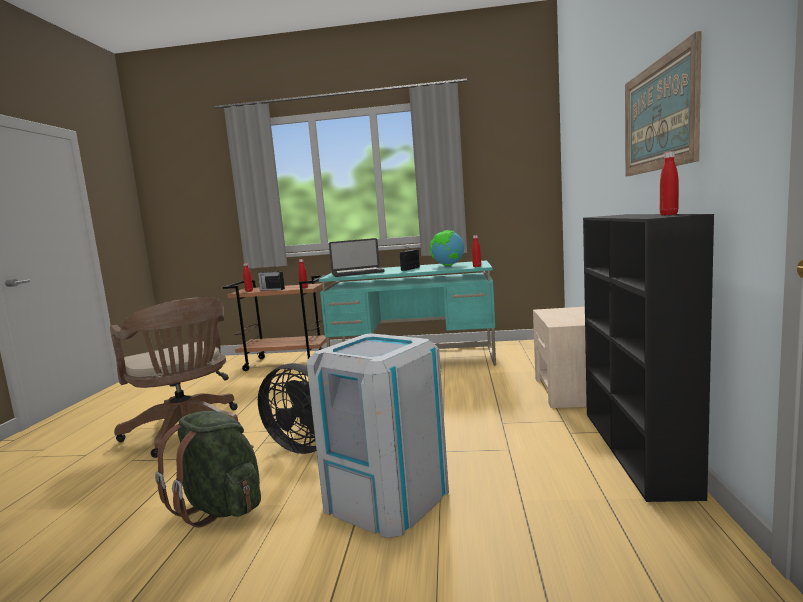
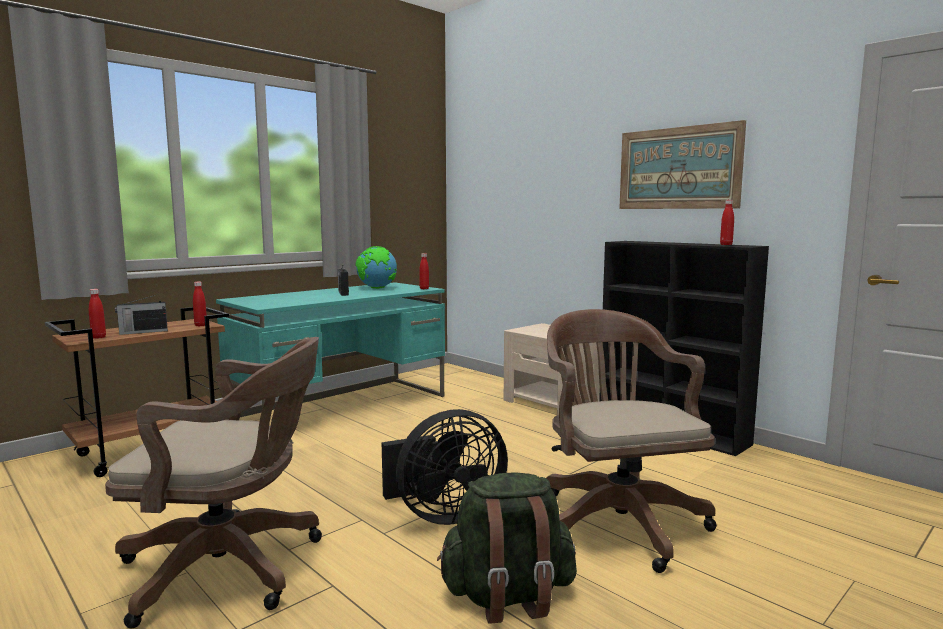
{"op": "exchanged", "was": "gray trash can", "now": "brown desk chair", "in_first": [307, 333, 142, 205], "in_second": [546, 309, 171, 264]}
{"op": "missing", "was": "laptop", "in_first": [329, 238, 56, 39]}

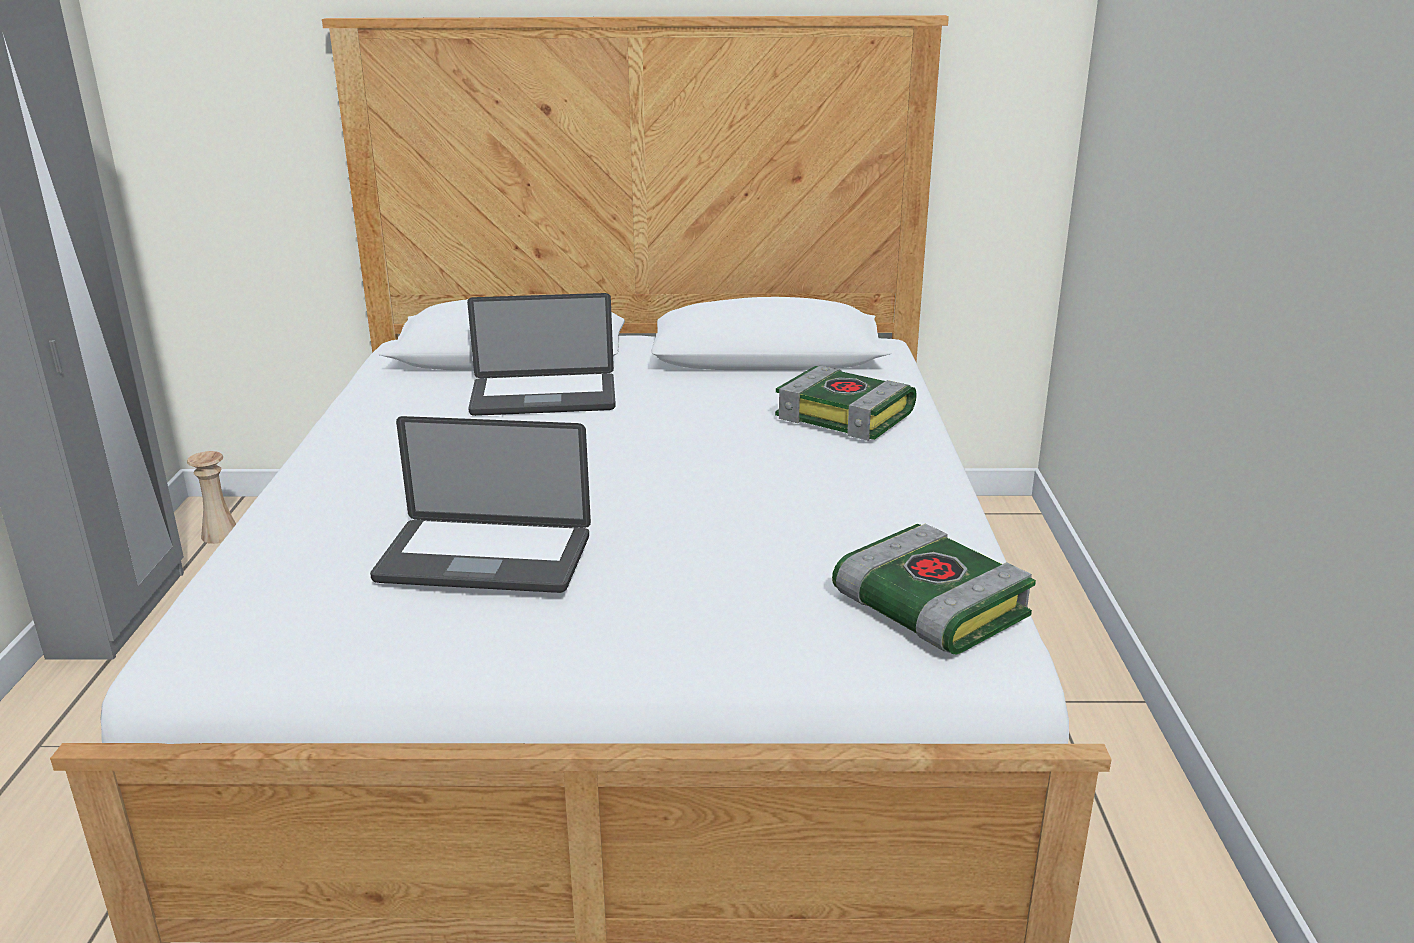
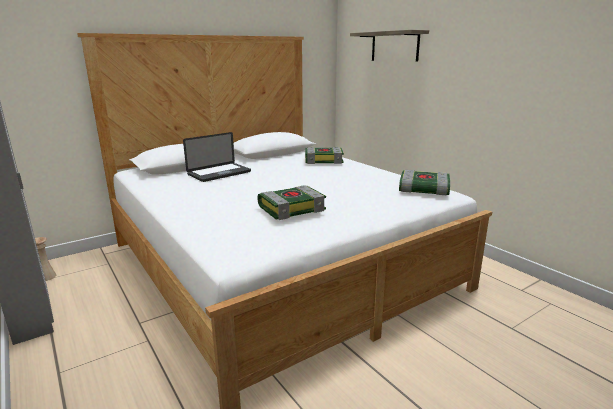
{"op": "exchanged", "was": "laptop", "now": "bound book", "in_first": [370, 416, 221, 177], "in_second": [257, 185, 69, 35]}
{"op": "appeared", "now": "wall shelf", "in_second": [350, 30, 79, 32]}

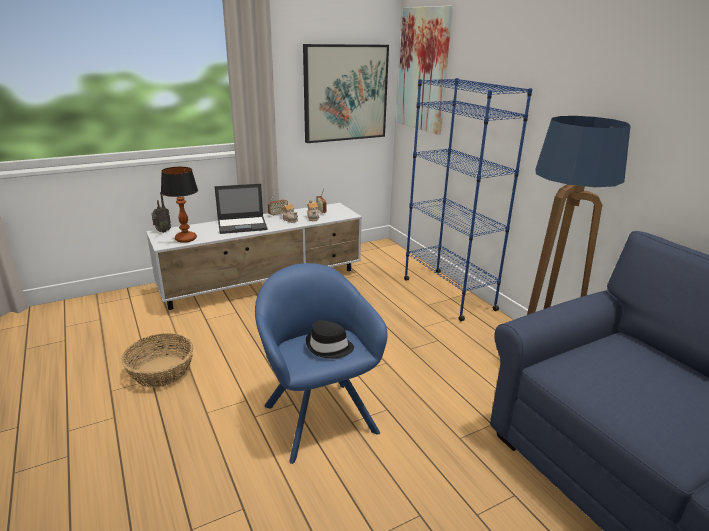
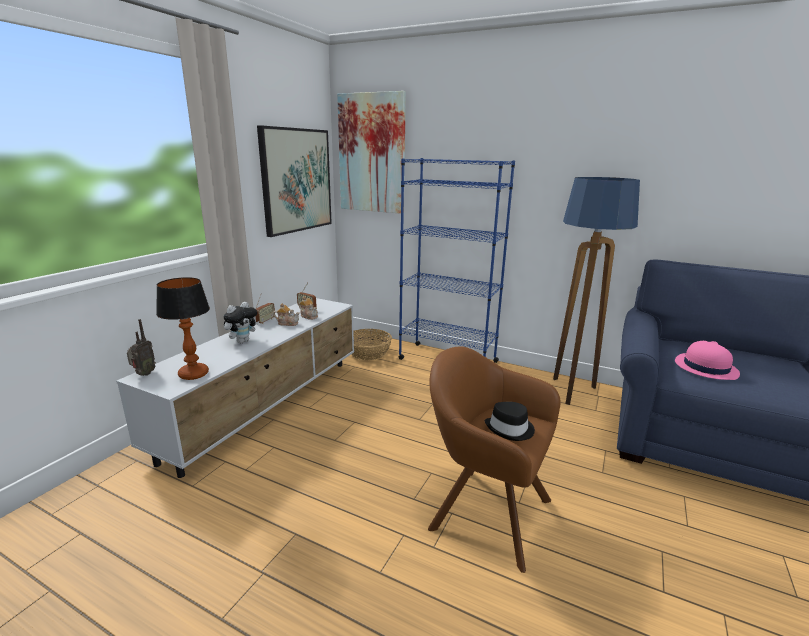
{"op": "exchanged", "was": "laptop", "now": "plush toy", "in_first": [214, 184, 53, 50], "in_second": [224, 302, 35, 41]}
{"op": "relocated", "was": "household basket", "in_first": [121, 333, 72, 55], "in_second": [351, 329, 41, 31]}
{"op": "colour", "was": "bluish armchair", "now": "brown armchair", "in_first": [255, 263, 132, 201], "in_second": [428, 346, 133, 227]}
{"op": "appeared", "now": "pinkish hat", "in_second": [675, 341, 65, 39]}

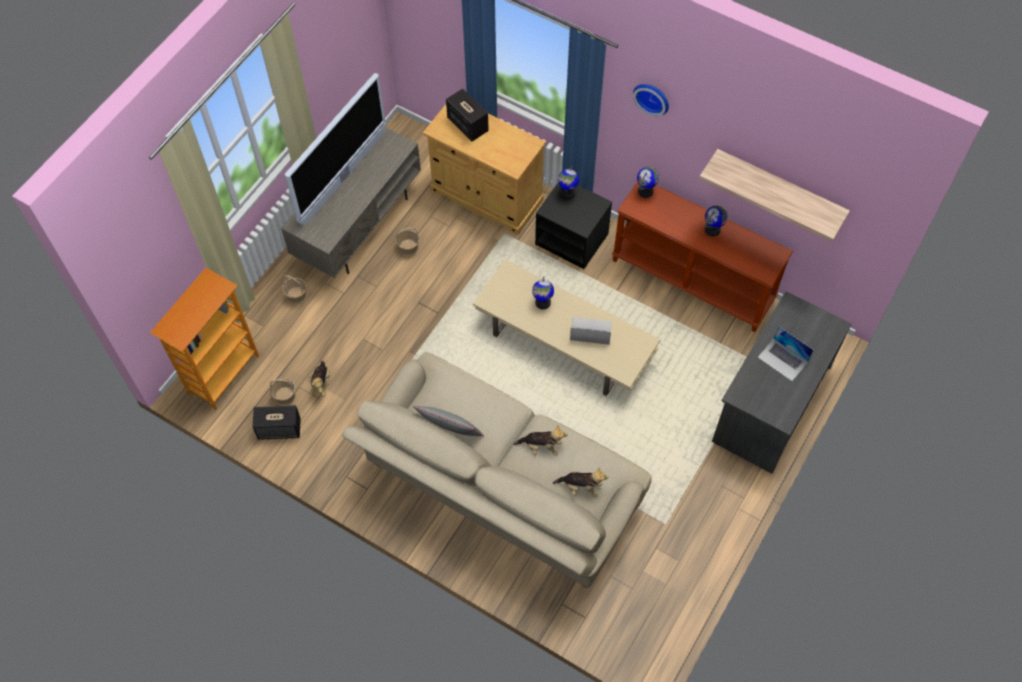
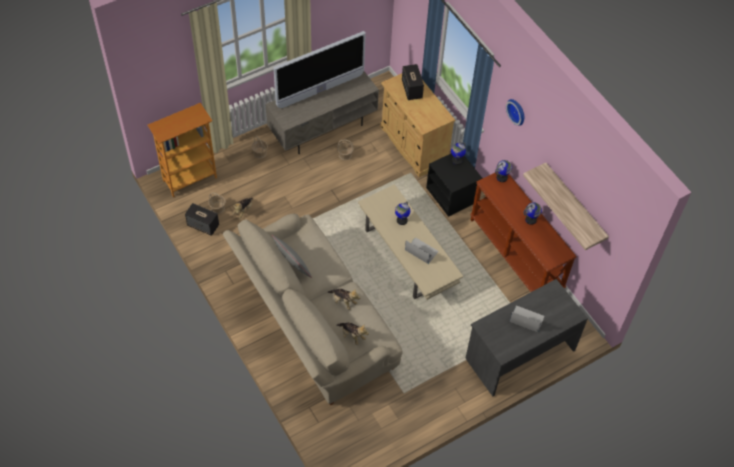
{"op": "spun", "was": "laptop", "in_first": [758, 326, 55, 55], "in_second": [510, 305, 34, 27], "clockwise": 135}

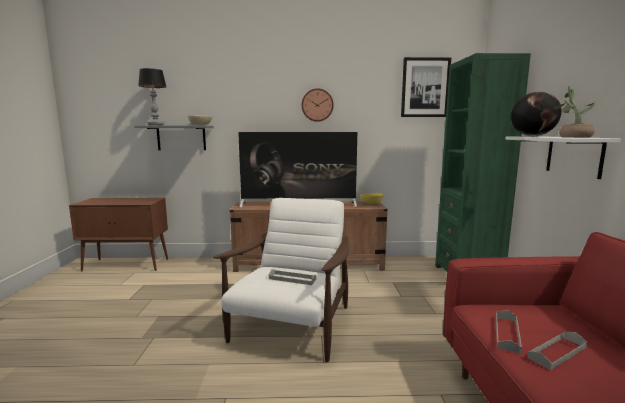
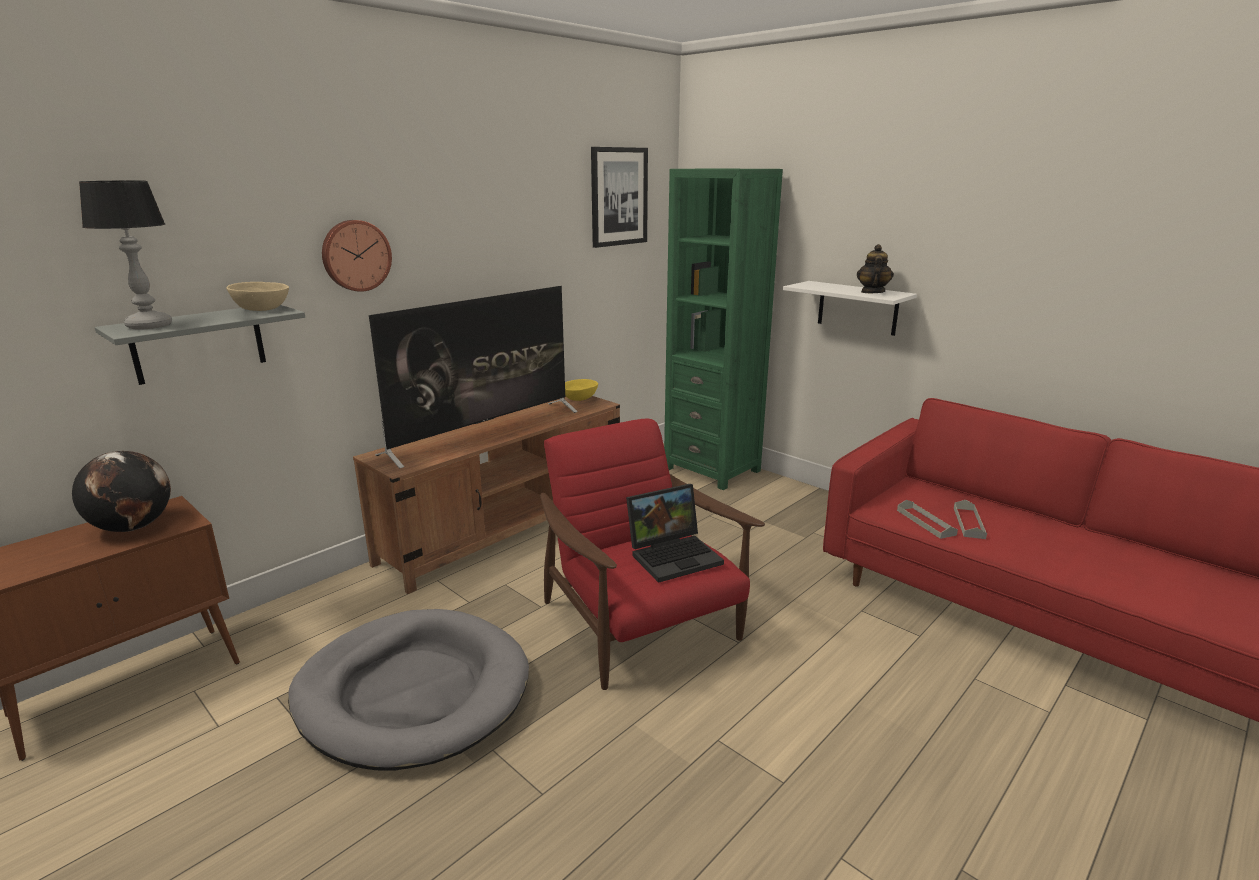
{"op": "relocated", "was": "world globe", "in_first": [511, 92, 51, 44], "in_second": [72, 451, 99, 81]}
{"op": "appeared", "now": "gray dog bed", "in_second": [288, 609, 241, 161]}
{"op": "relocated", "was": "clock on the wall", "in_first": [302, 88, 32, 34], "in_second": [322, 220, 70, 72]}
{"op": "colour", "was": "whitish armchair", "now": "red armchair", "in_first": [213, 198, 136, 164], "in_second": [540, 419, 225, 271]}
{"op": "exchanged", "was": "gray carrying tray", "now": "laptop", "in_first": [269, 269, 47, 16], "in_second": [626, 484, 98, 99]}
{"op": "exchanged", "was": "plant in a pot", "now": "tea pot", "in_first": [552, 86, 43, 52], "in_second": [857, 244, 37, 49]}

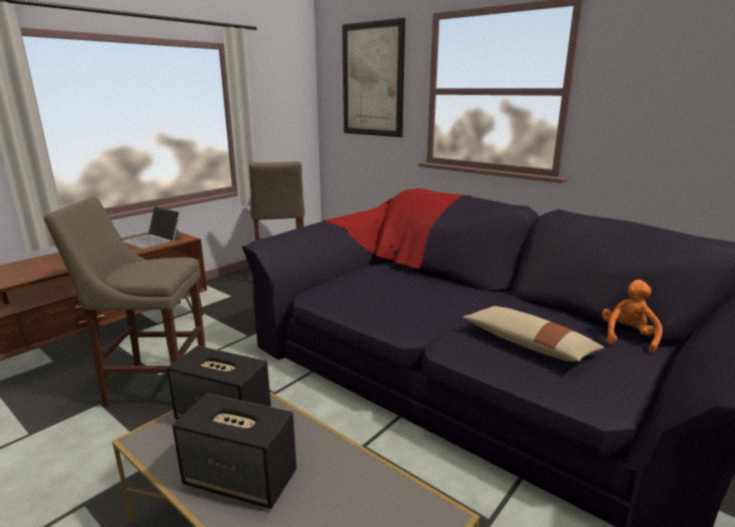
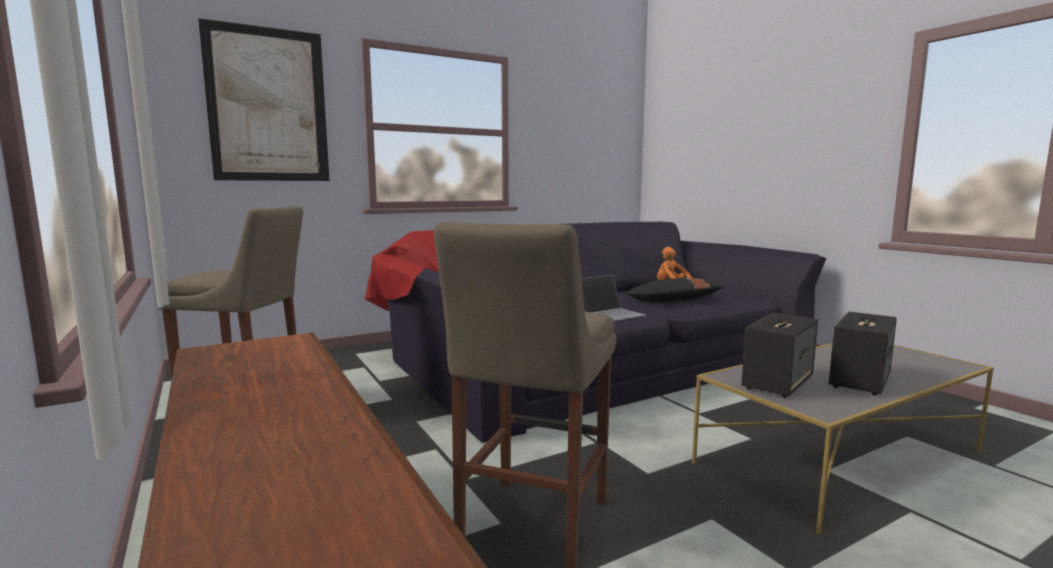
{"op": "relocated", "was": "laptop", "in_first": [123, 206, 60, 43], "in_second": [582, 275, 64, 46]}
{"op": "colour", "was": "beige cushion", "now": "black cushion", "in_first": [463, 306, 142, 55], "in_second": [624, 278, 101, 24]}

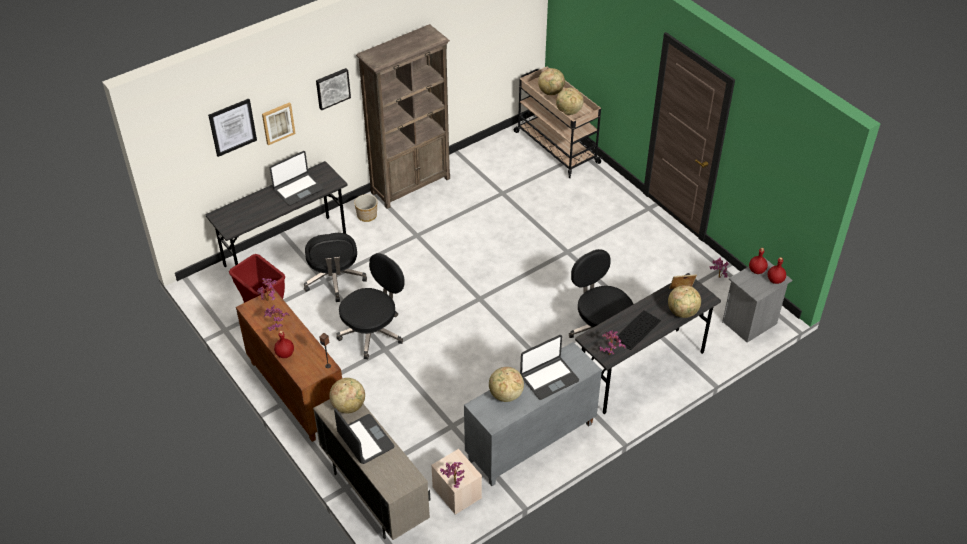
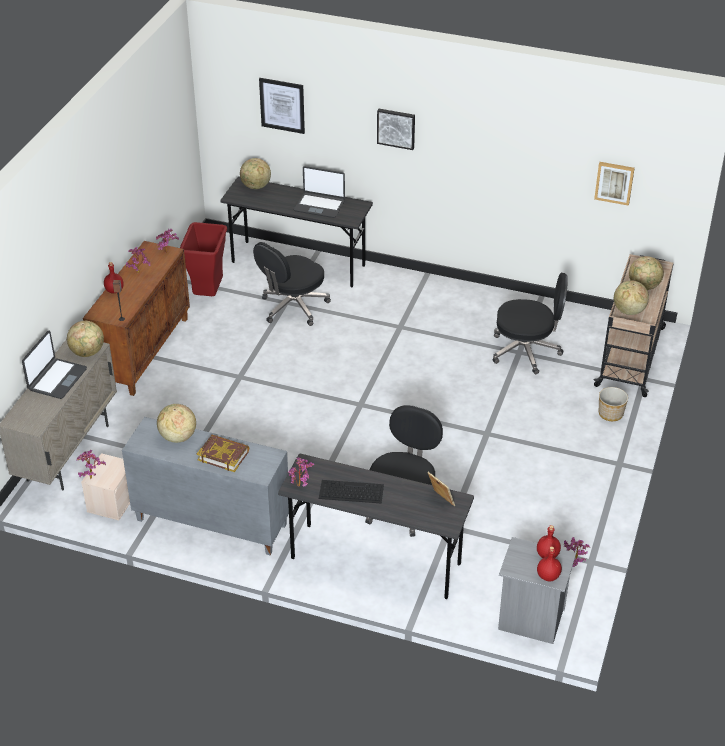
{"op": "exchanged", "was": "laptop", "now": "bound book", "in_first": [520, 335, 59, 65], "in_second": [197, 435, 52, 37]}
{"op": "relocated", "was": "world globe", "in_first": [668, 285, 33, 33], "in_second": [240, 158, 31, 31]}
{"op": "relocated", "was": "black desk chair", "in_first": [336, 253, 68, 106], "in_second": [492, 273, 76, 101]}
{"op": "relocated", "was": "picture", "in_first": [262, 102, 34, 43], "in_second": [594, 162, 41, 44]}
{"op": "relocated", "was": "planter", "in_first": [354, 194, 23, 28], "in_second": [599, 387, 29, 34]}
{"op": "missing", "was": "brown bookcase", "in_first": [356, 24, 94, 185]}

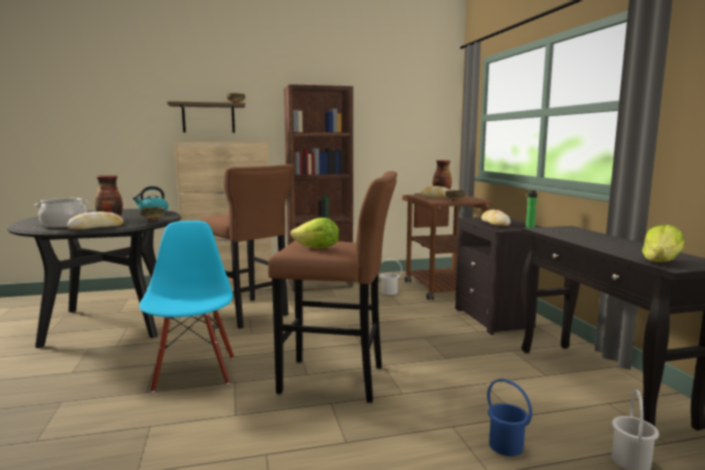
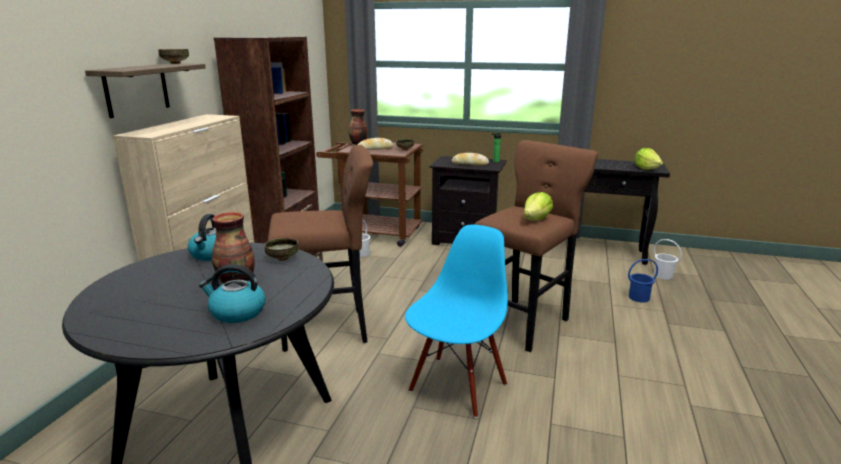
{"op": "exchanged", "was": "saucepot", "now": "kettle", "in_first": [35, 198, 53, 30], "in_second": [199, 264, 66, 59]}
{"op": "spun", "was": "bluish upright chair", "in_first": [139, 221, 95, 172], "in_second": [405, 225, 103, 193], "clockwise": 105}
{"op": "missing", "was": "bread", "in_first": [67, 211, 56, 19]}

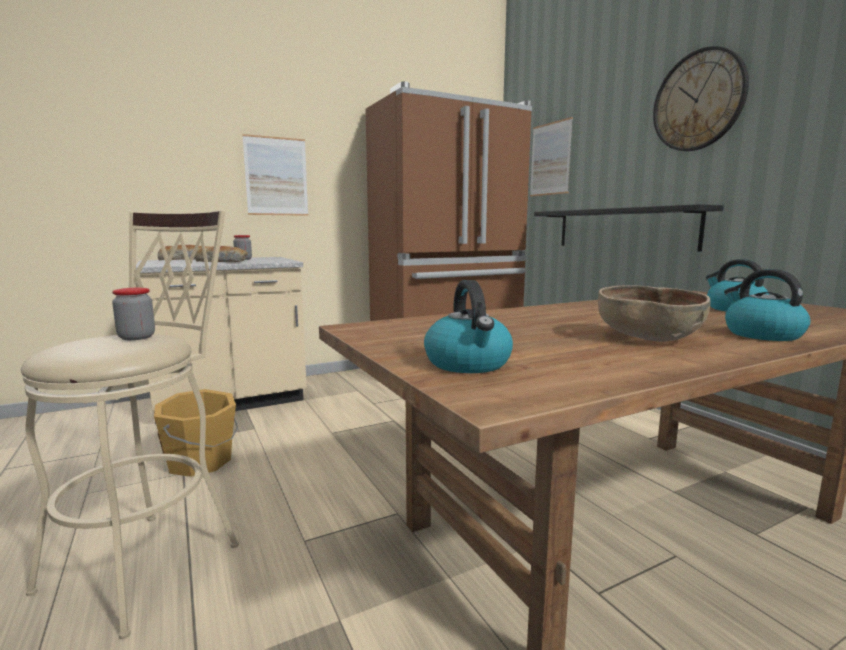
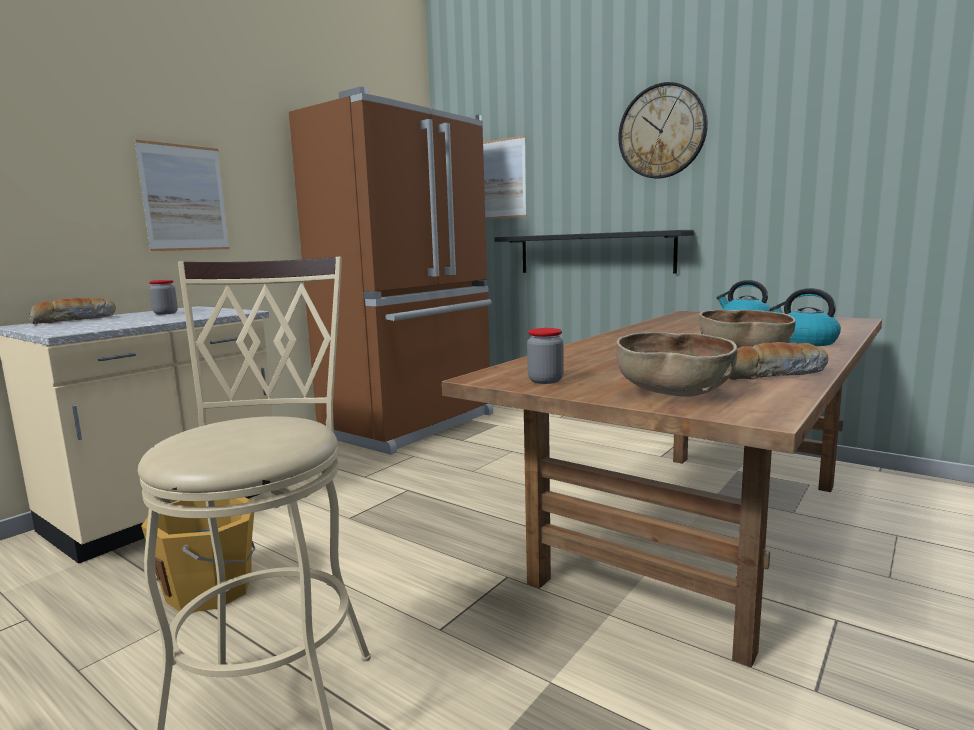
{"op": "relocated", "was": "jar", "in_first": [112, 288, 43, 52], "in_second": [527, 328, 36, 56]}
{"op": "exchanged", "was": "kettle", "now": "brown bowl", "in_first": [424, 280, 89, 93], "in_second": [616, 332, 121, 65]}
{"op": "relocated", "was": "bread", "in_first": [195, 246, 53, 16], "in_second": [729, 342, 99, 38]}

